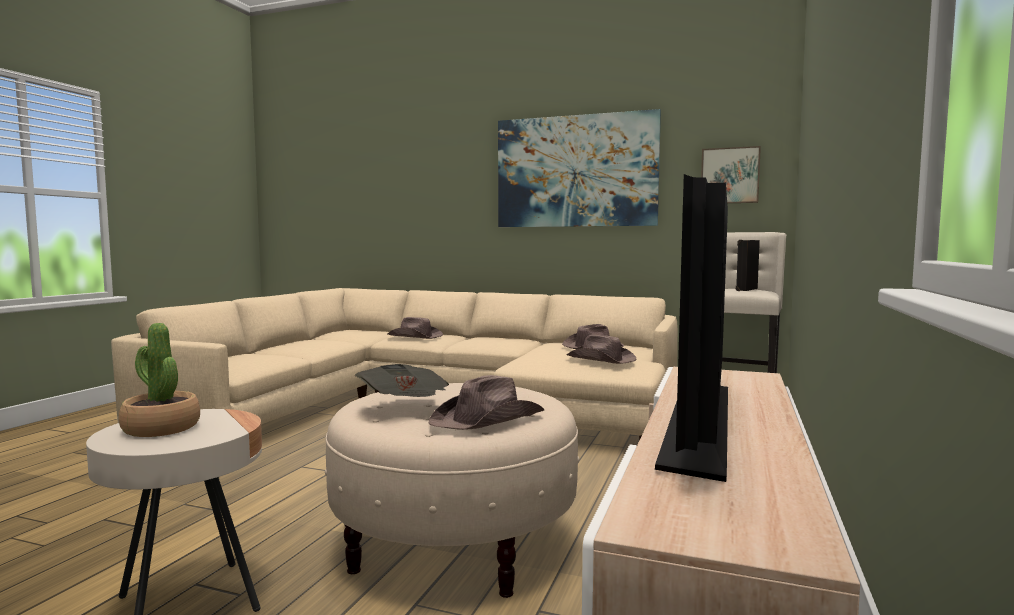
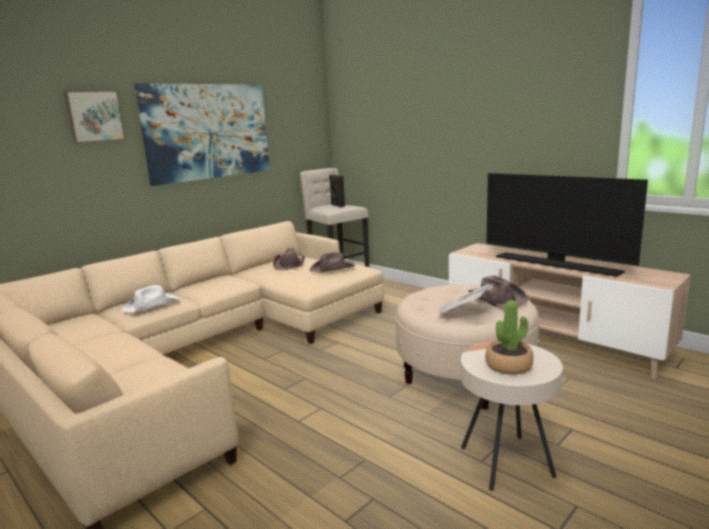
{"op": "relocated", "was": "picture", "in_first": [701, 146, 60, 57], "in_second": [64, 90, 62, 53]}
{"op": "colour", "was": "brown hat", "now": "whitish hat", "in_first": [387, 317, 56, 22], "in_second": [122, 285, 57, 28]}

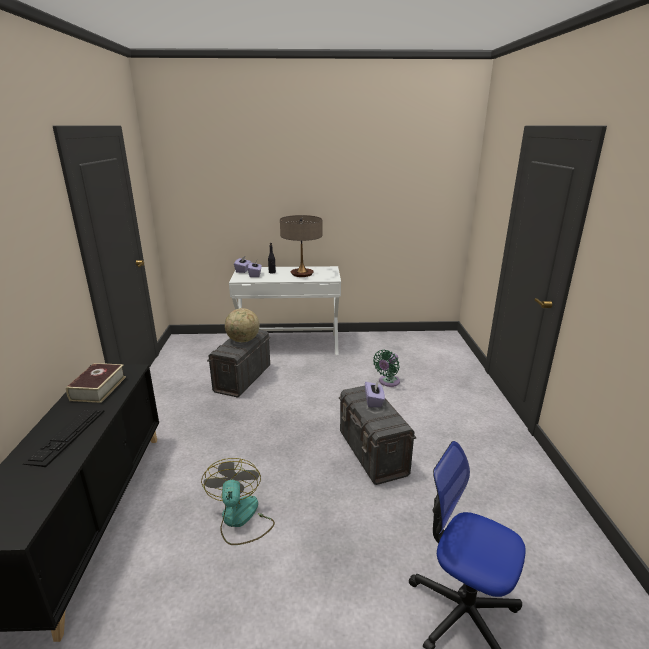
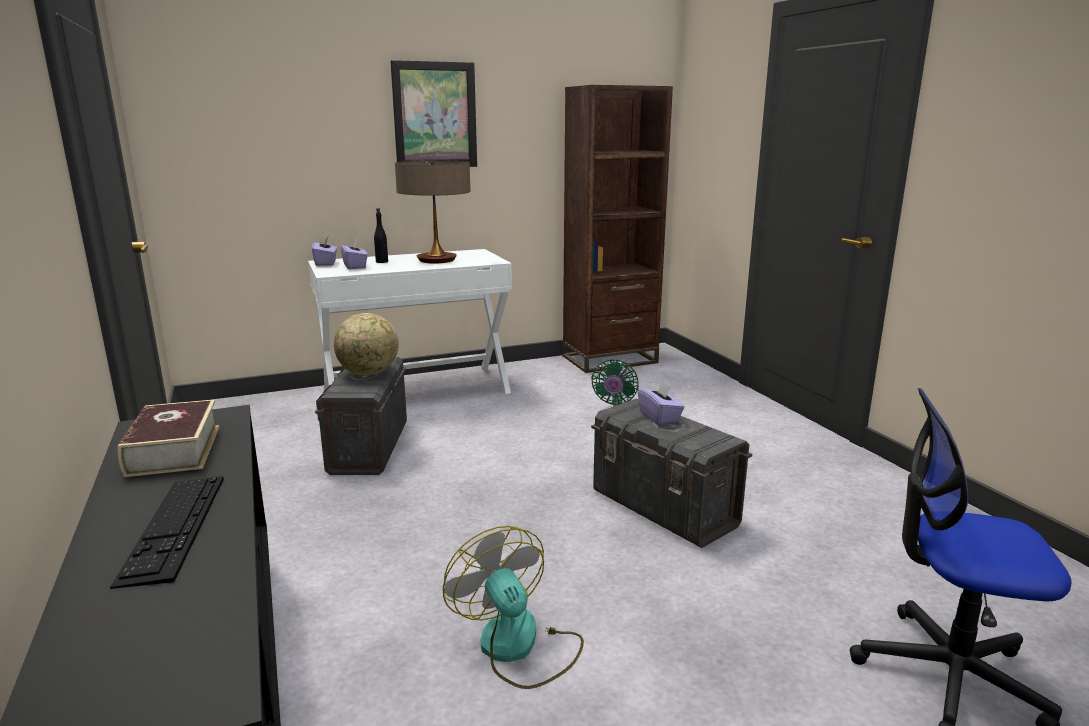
{"op": "appeared", "now": "picture", "in_second": [390, 60, 87, 107]}
{"op": "appeared", "now": "brown bookcase", "in_second": [563, 85, 110, 288]}

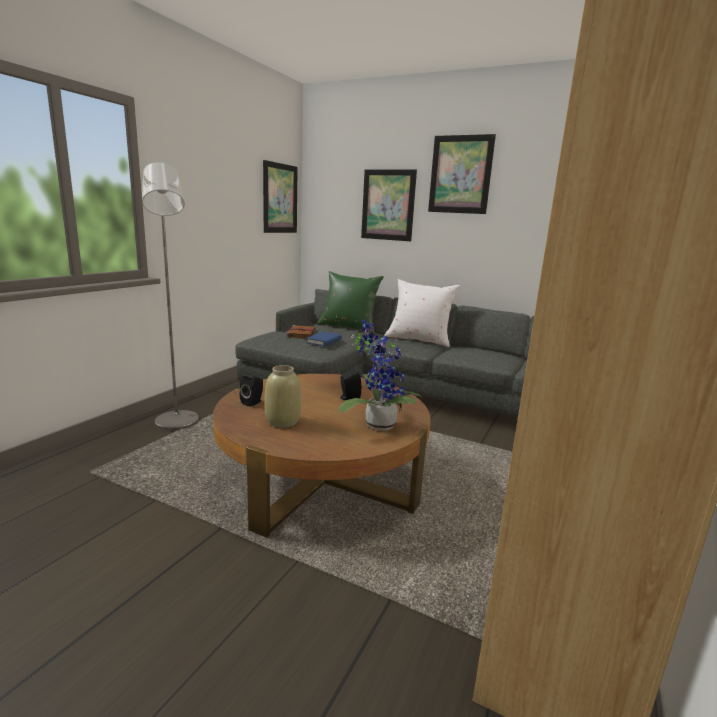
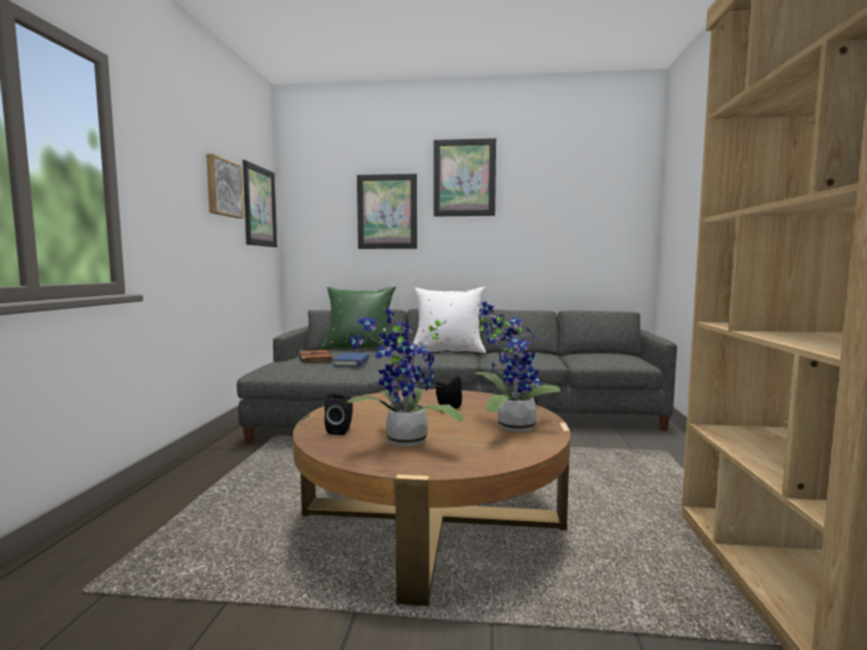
{"op": "appeared", "now": "picture", "in_second": [206, 154, 38, 64]}
{"op": "exchanged", "was": "beige decorative vase", "now": "plant in a pot", "in_first": [265, 365, 36, 63], "in_second": [347, 308, 117, 139]}
{"op": "missing", "was": "gray standard lamp", "in_first": [142, 162, 57, 269]}

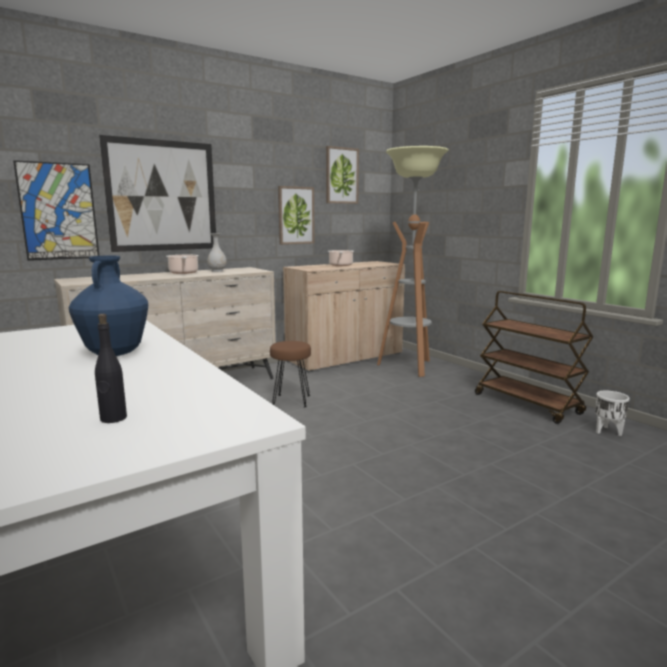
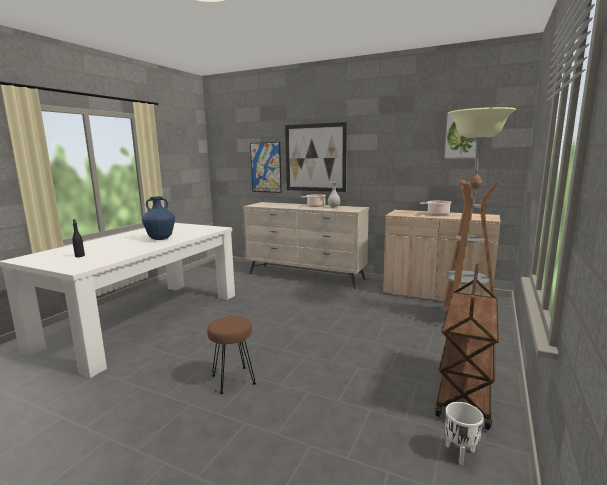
{"op": "relocated", "was": "brown sitting stool", "in_first": [270, 341, 41, 67], "in_second": [207, 316, 49, 78]}
{"op": "missing", "was": "picture", "in_first": [278, 186, 37, 59]}

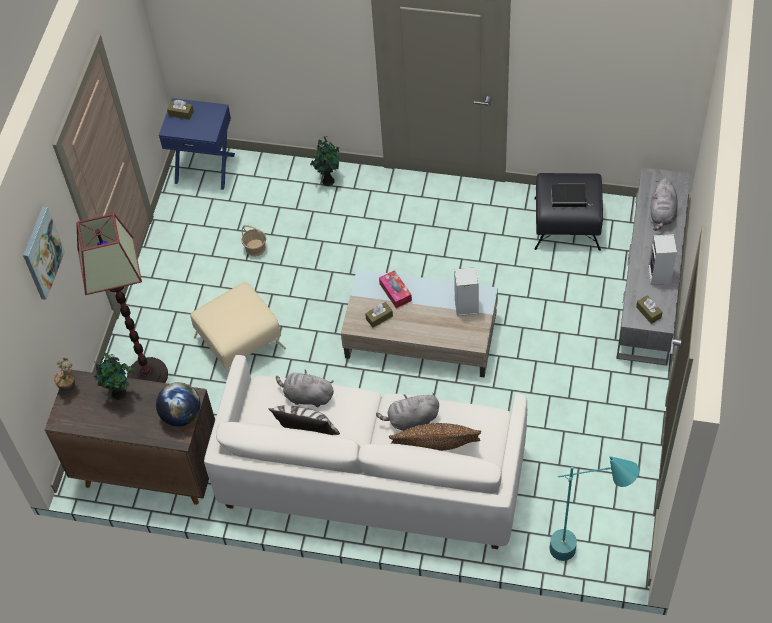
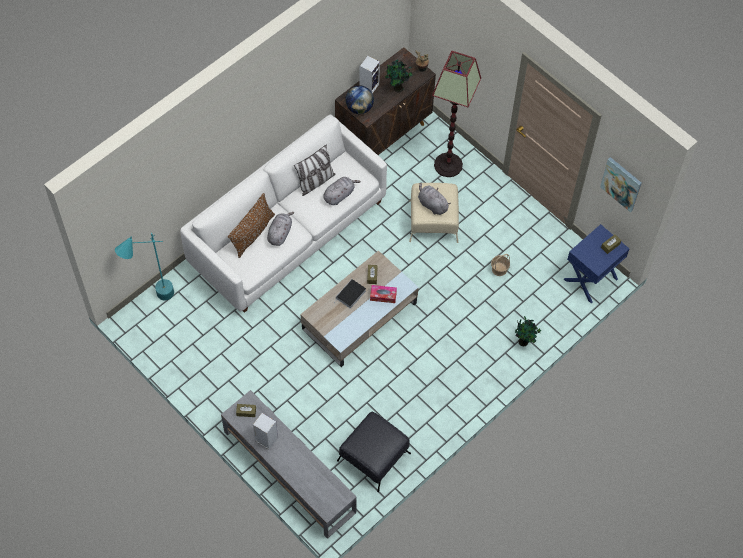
{"op": "relocated", "was": "bound book", "in_first": [551, 184, 42, 23], "in_second": [335, 279, 31, 30]}
{"op": "relocated", "was": "speaker", "in_first": [454, 267, 25, 49], "in_second": [359, 56, 21, 38]}
{"op": "relocated", "was": "gray plush toy", "in_first": [651, 178, 27, 53], "in_second": [418, 183, 33, 32]}
{"op": "relocated", "was": "picture", "in_first": [23, 206, 42, 94], "in_second": [600, 157, 42, 55]}

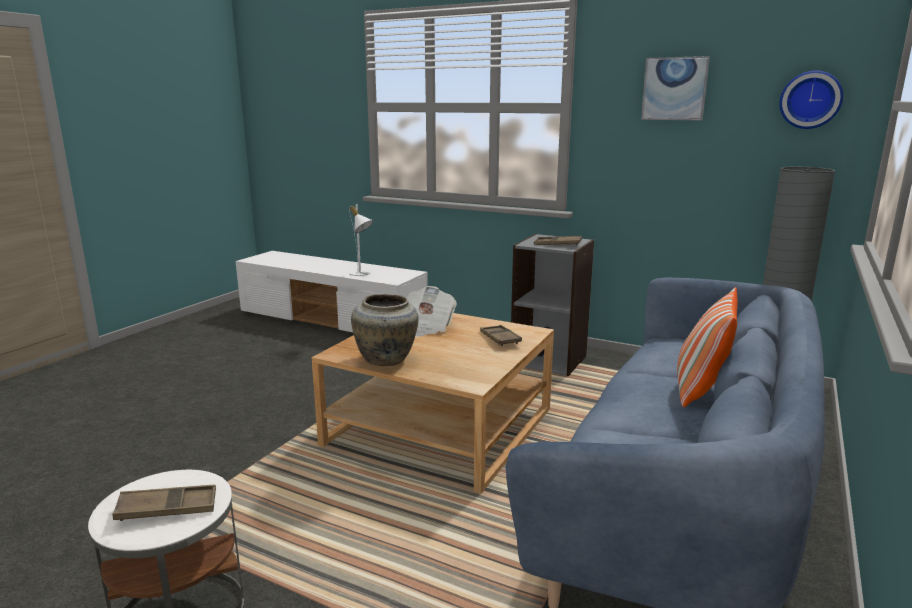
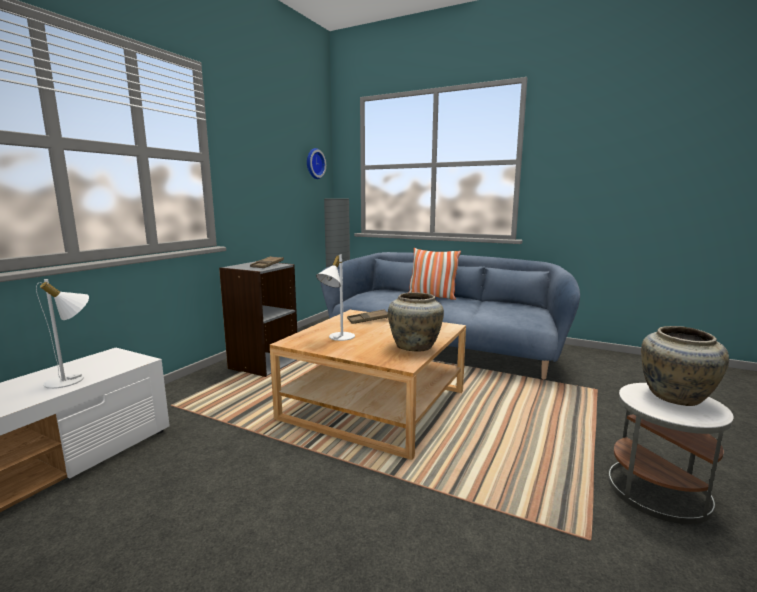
{"op": "exchanged", "was": "daily paper", "now": "whitish table lamp", "in_first": [407, 286, 50, 51], "in_second": [316, 254, 39, 87]}
{"op": "exchanged", "was": "brown carrying tray", "now": "beige decorative vase", "in_first": [113, 485, 103, 36], "in_second": [641, 326, 88, 80]}
{"op": "missing", "was": "picture", "in_first": [641, 56, 69, 65]}

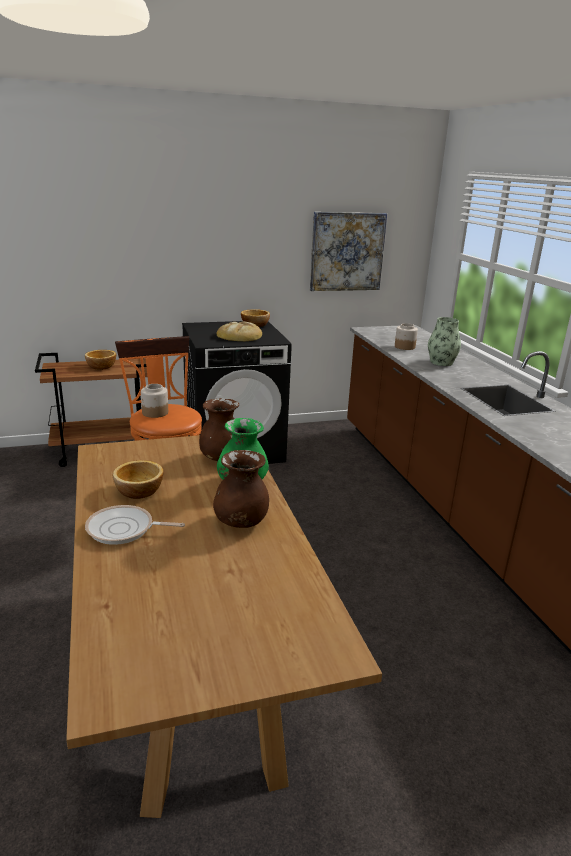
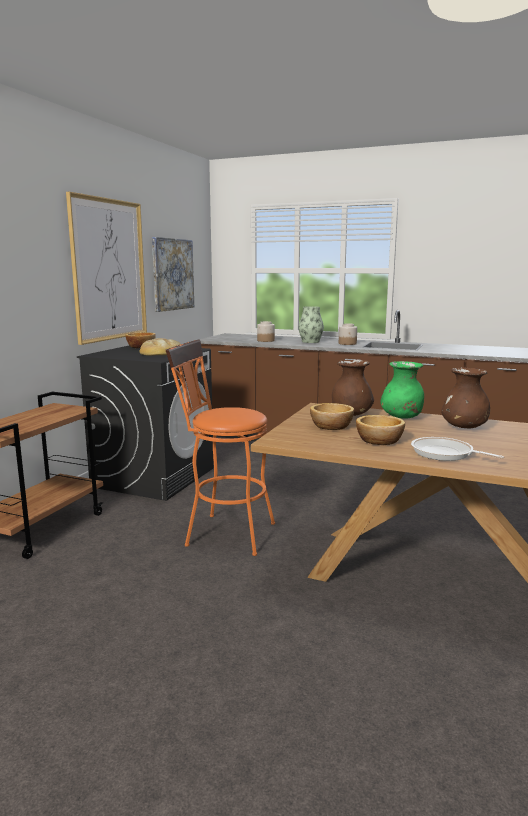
{"op": "appeared", "now": "picture", "in_second": [66, 192, 81, 153]}
{"op": "relocated", "was": "bowl", "in_first": [85, 350, 31, 20], "in_second": [310, 403, 44, 27]}
{"op": "relocated", "was": "jar", "in_first": [141, 384, 27, 34], "in_second": [339, 324, 18, 21]}
{"op": "spun", "was": "frying pan", "in_first": [85, 505, 100, 40], "in_second": [411, 437, 93, 24], "clockwise": 90}

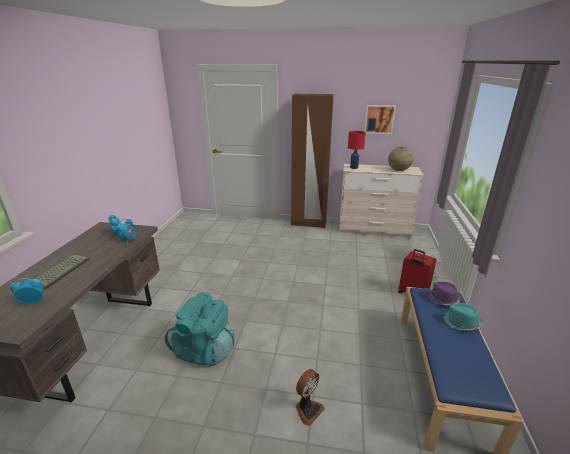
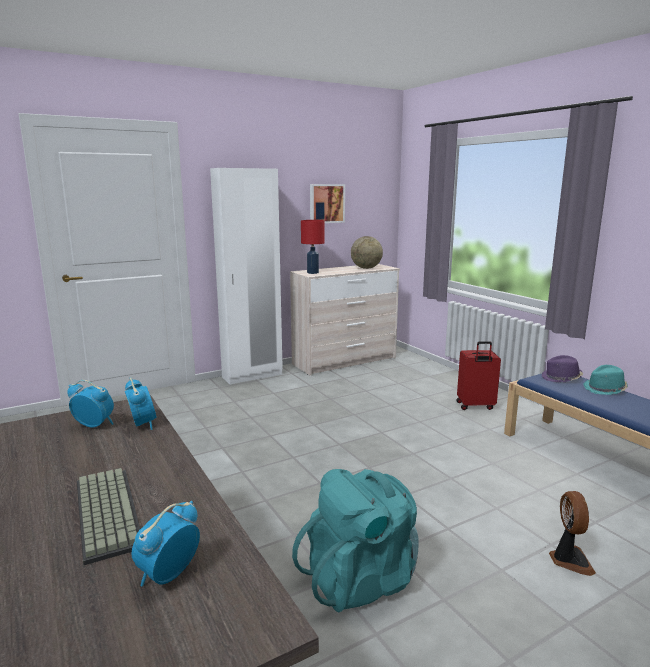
{"op": "colour", "was": "brown clothes cupboard", "now": "whitish clothes cupboard", "in_first": [291, 94, 43, 134], "in_second": [210, 168, 73, 217]}

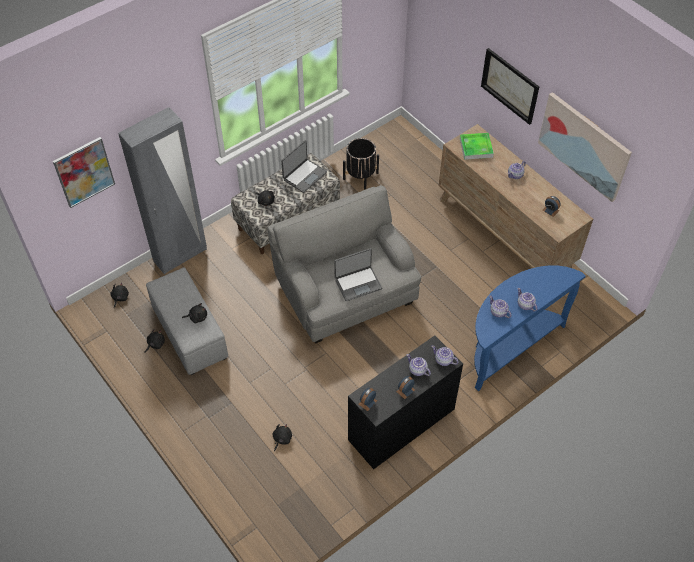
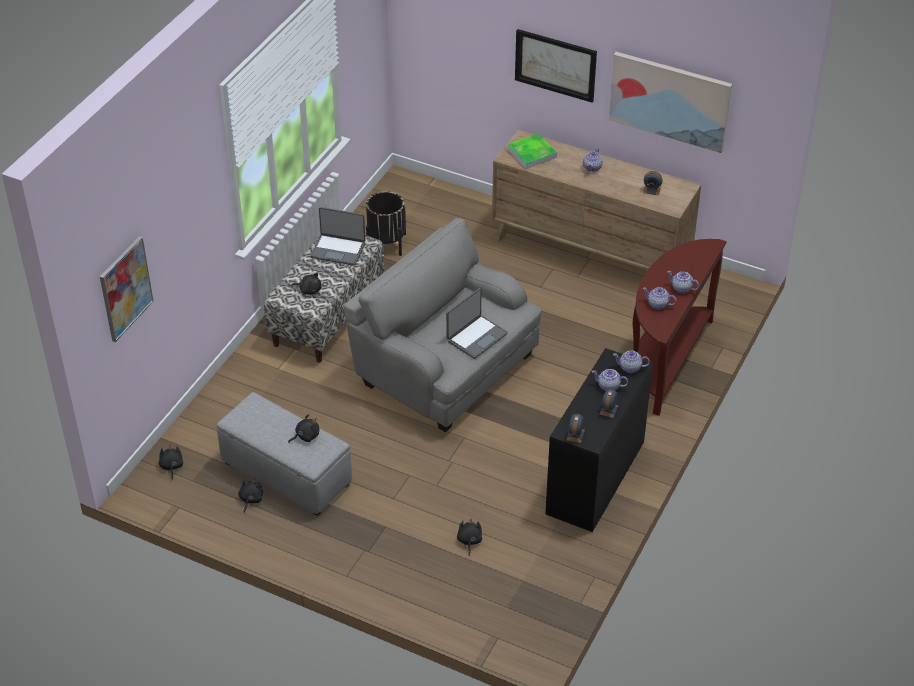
{"op": "spun", "was": "laptop", "in_first": [281, 140, 46, 53], "in_second": [310, 207, 55, 59], "clockwise": 90}
{"op": "colour", "was": "bluish narrow table", "now": "brown narrow table", "in_first": [474, 265, 112, 127], "in_second": [633, 239, 94, 177]}
{"op": "missing", "was": "gray clothes cupboard", "in_first": [118, 107, 89, 167]}

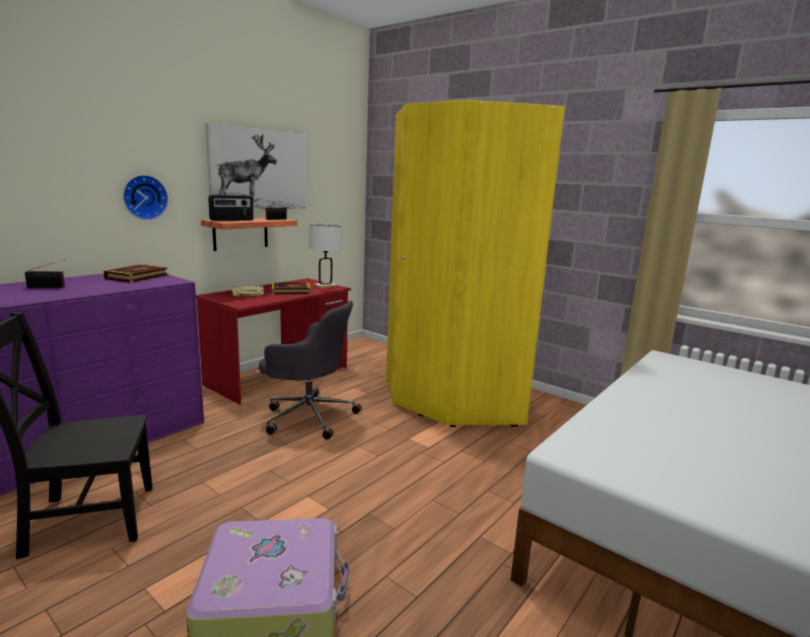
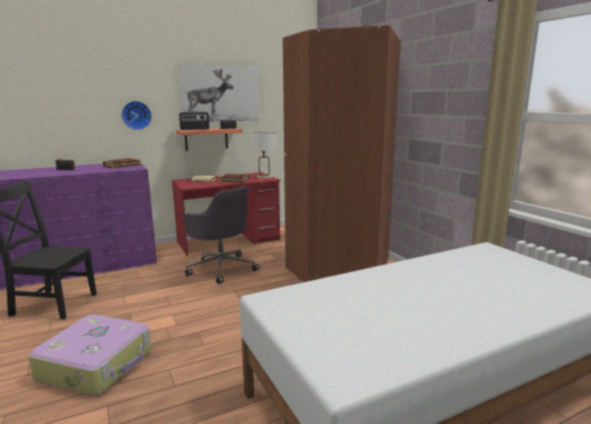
{"op": "colour", "was": "yellow clothes cupboard", "now": "brown clothes cupboard", "in_first": [386, 100, 179, 327], "in_second": [283, 25, 118, 257]}

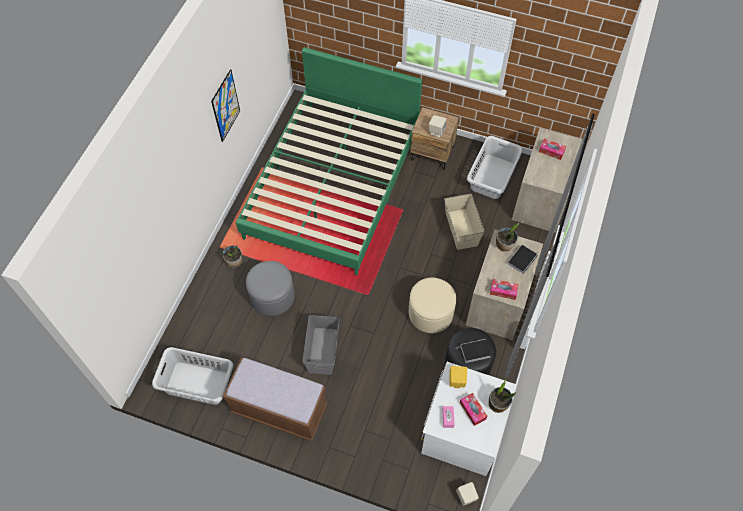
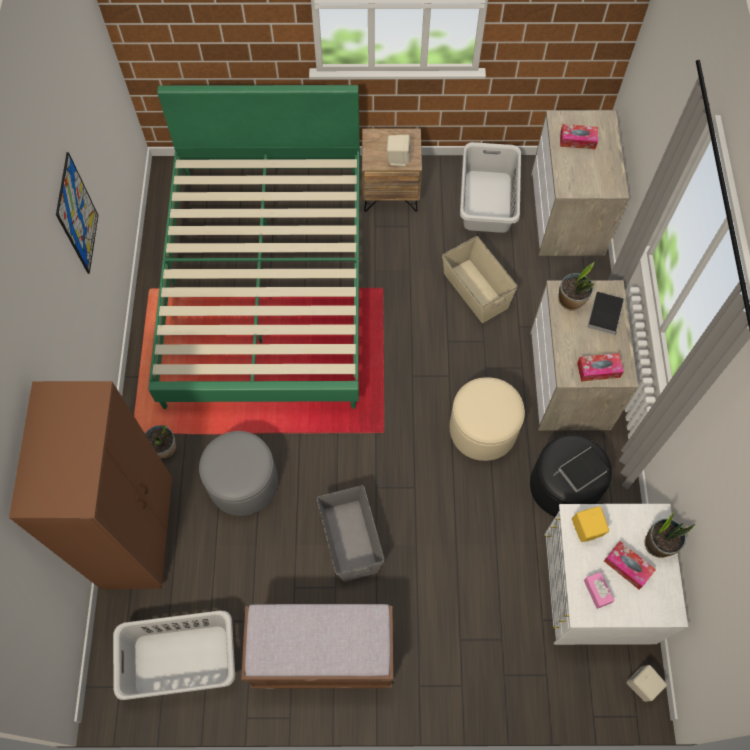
{"op": "appeared", "now": "brown clothes cupboard", "in_second": [9, 381, 163, 208]}

